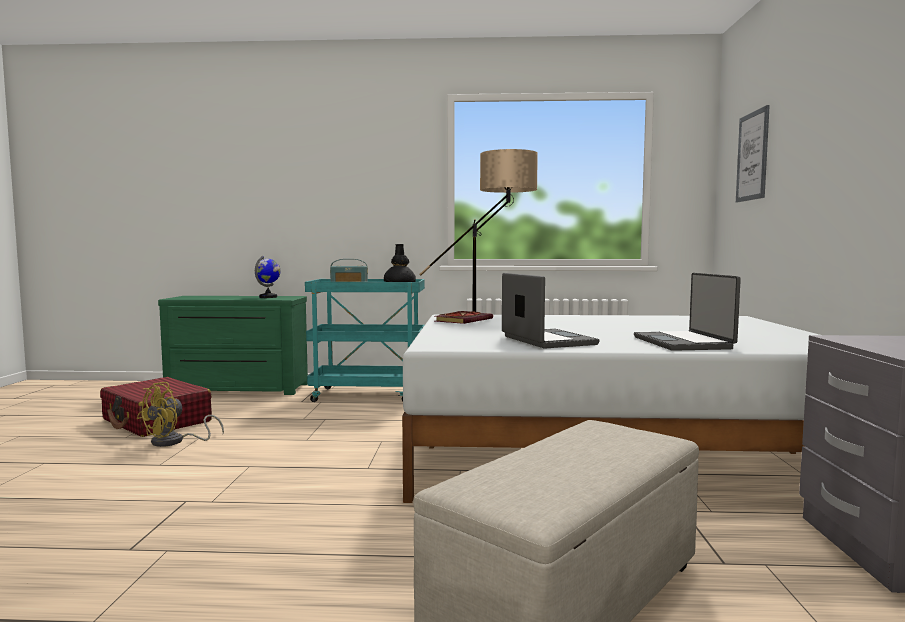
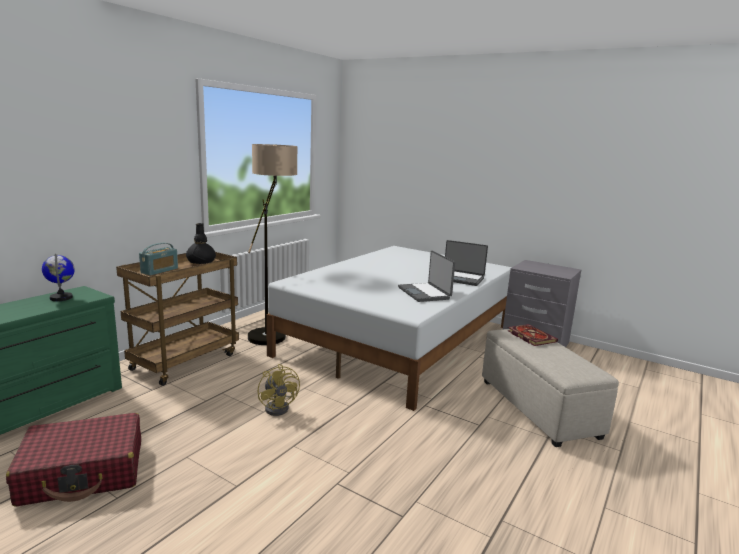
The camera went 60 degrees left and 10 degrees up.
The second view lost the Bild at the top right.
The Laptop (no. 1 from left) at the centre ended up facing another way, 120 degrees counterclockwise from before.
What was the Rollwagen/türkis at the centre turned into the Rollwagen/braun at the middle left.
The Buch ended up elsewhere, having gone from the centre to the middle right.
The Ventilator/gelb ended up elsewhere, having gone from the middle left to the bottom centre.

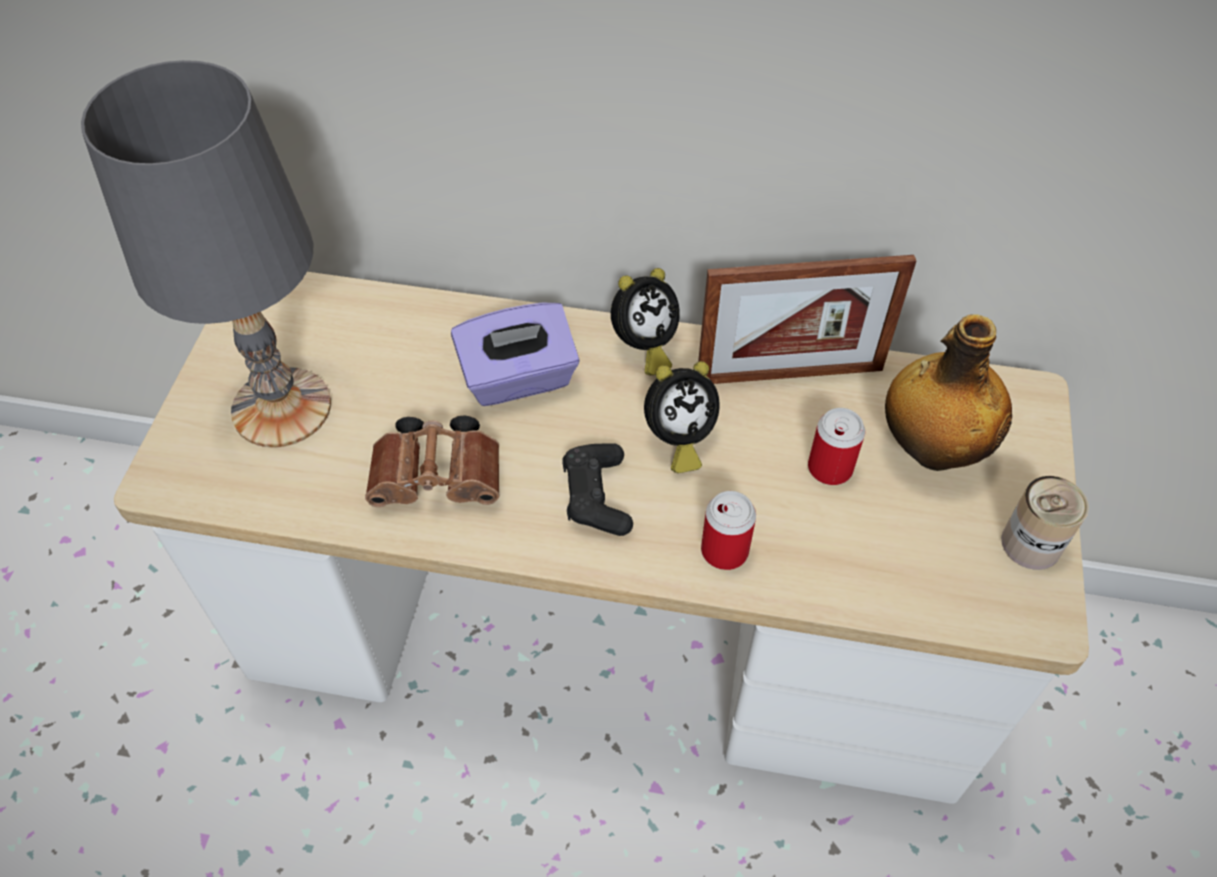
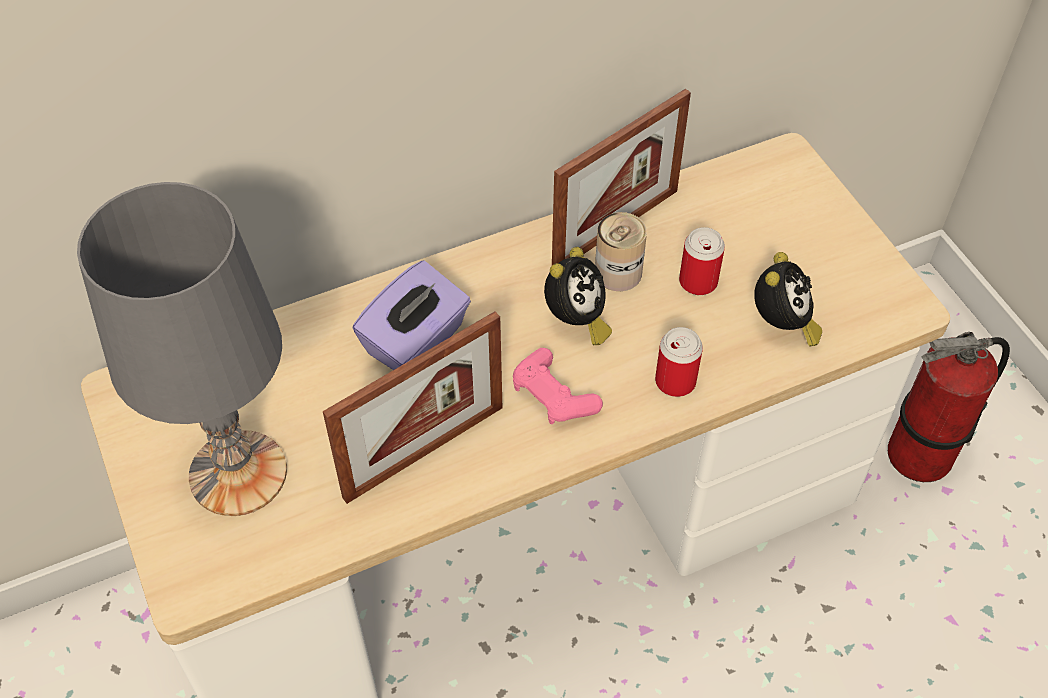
The camera went 35 degrees left and 0 degrees up.
The Wecker (no. 1 from left in the first image) ended up elsewhere, having gone from the centre to the middle right.
The second view lost the Flasche at the middle right.
Where the Fernglas/braun stood at the centre, the Bilderrahmen (no. 1 from left) came to stand at the centre.
What was the Gamepad/schwarz at the centre turned into the Gamepad/rosa at the centre.
The Dose (no. 3 from left in the first image) ended up elsewhere, having gone from the middle right to the centre.
The second view gained the Feuerlöscher at the middle right.

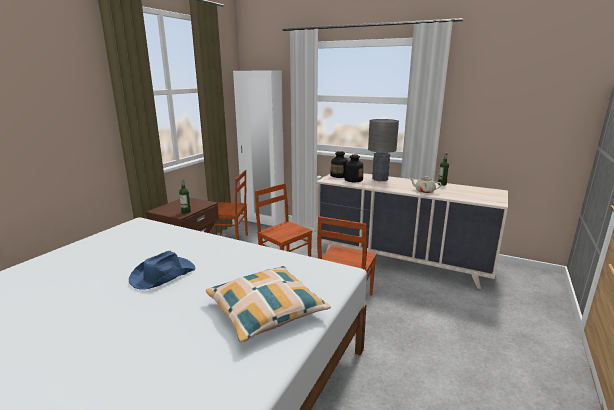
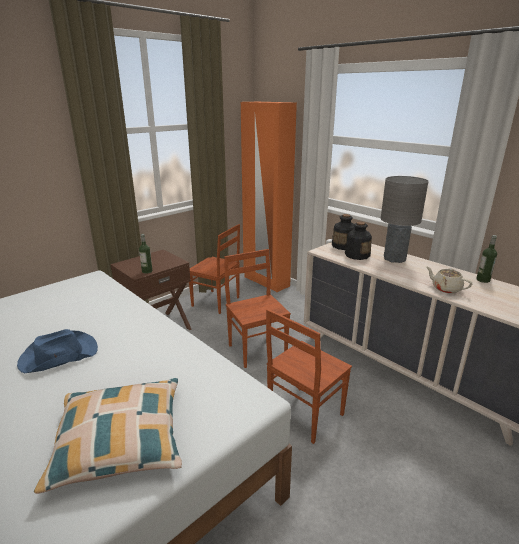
The camera went 20 degrees right and 5 degrees up.
What was the Kleiderschrank/weiß at the centre turned into the Kleiderschrank/orange at the centre.

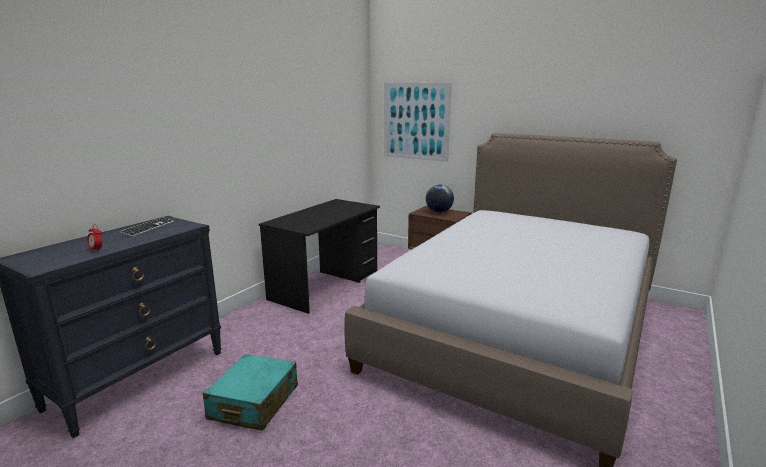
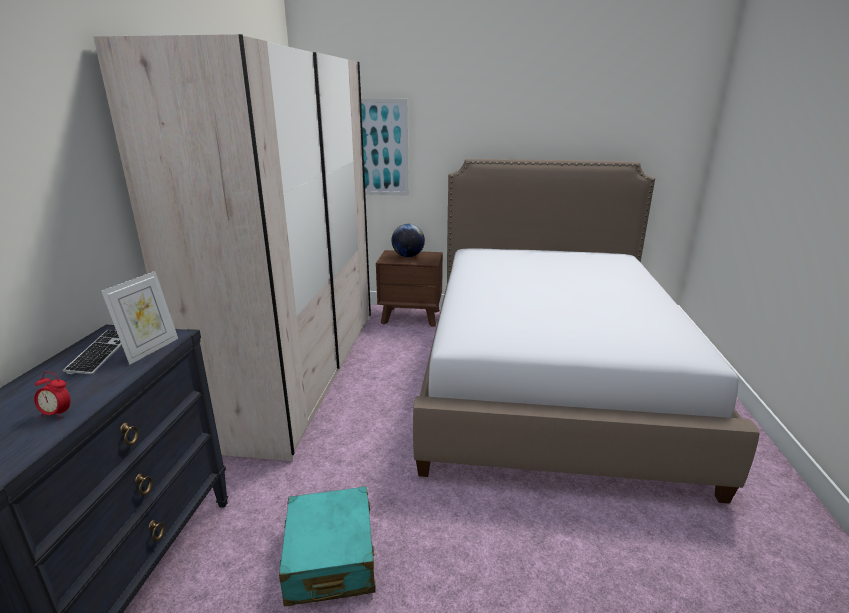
The camera went 25 degrees left and 5 degrees up.
Where the Schreibtisch/schwarz stood at the centre, the Kleiderschrank/beige came to stand at the middle left.
The second view gained the Bilderrahmen at the middle left.

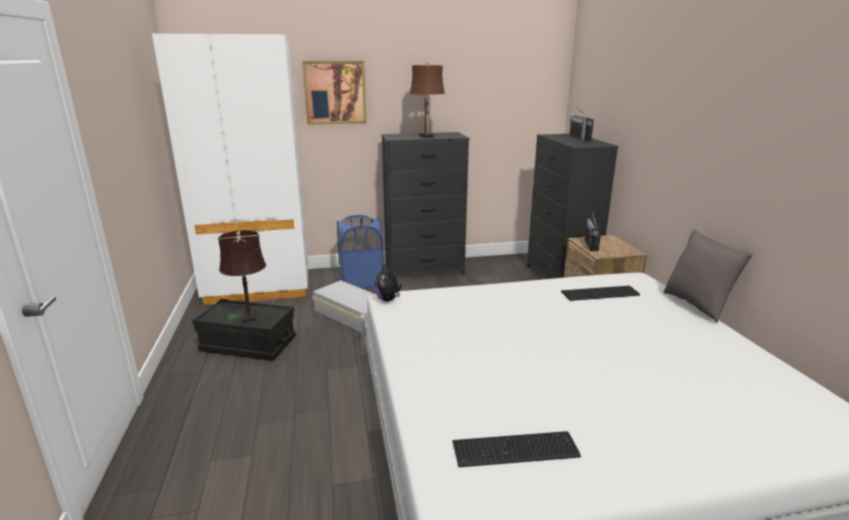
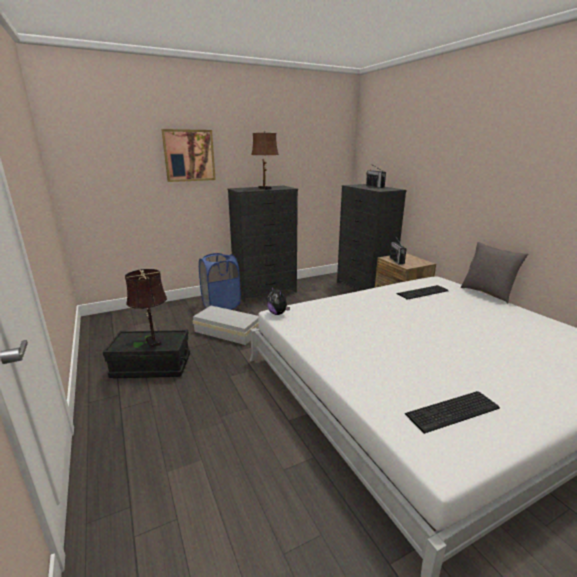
The camera went 15 degrees left and 0 degrees up.
The second view lost the Kleiderschrank/weiß at the top left.

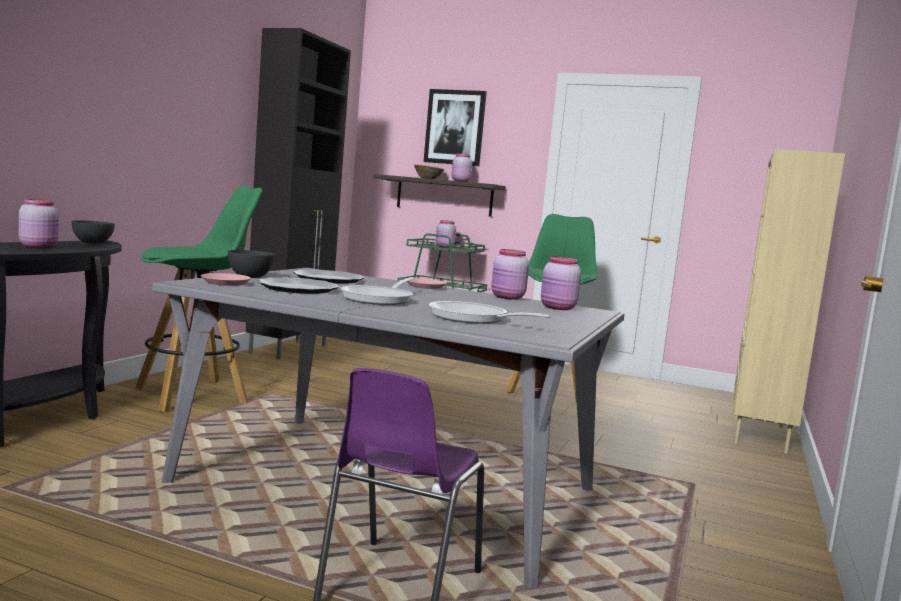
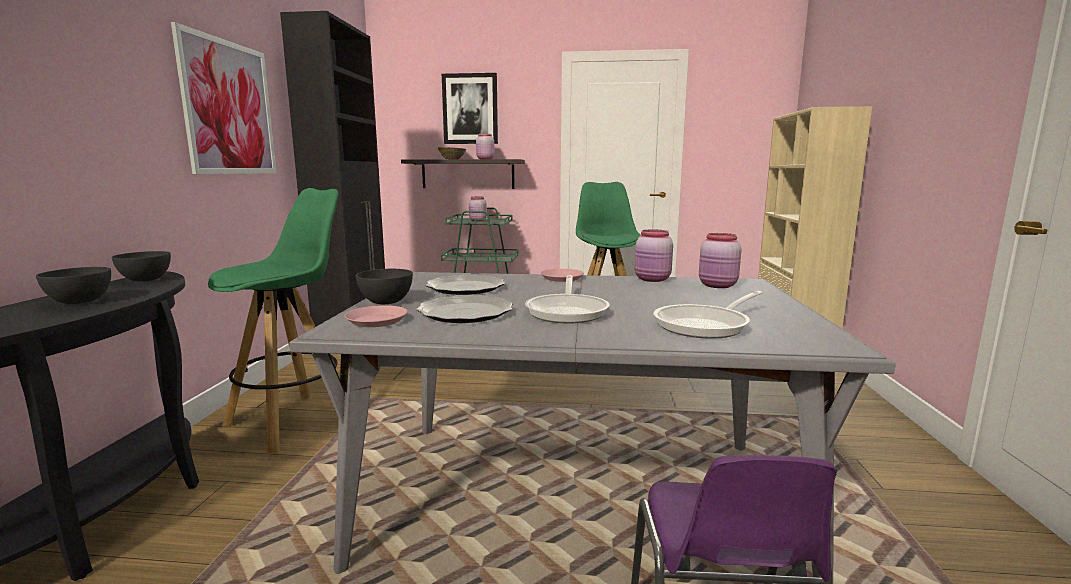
The camera went 15 degrees left and 5 degrees up.
Where the Vorratsglas/rosa (no. 1 from left) stood at the middle left, the Schüssel/grau (no. 1 from left) came to stand at the middle left.
The Pfanne (no. 2 from left) at the centre ended up facing another way, 60 degrees counterclockwise from before.
The second view gained the Bild (no. 1 from left) at the top left.

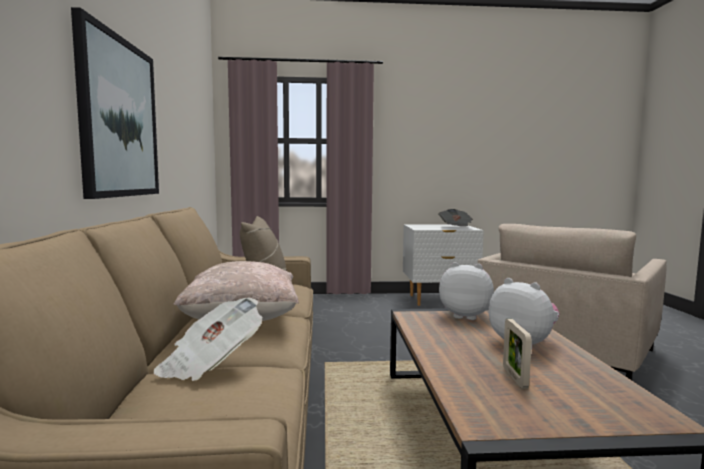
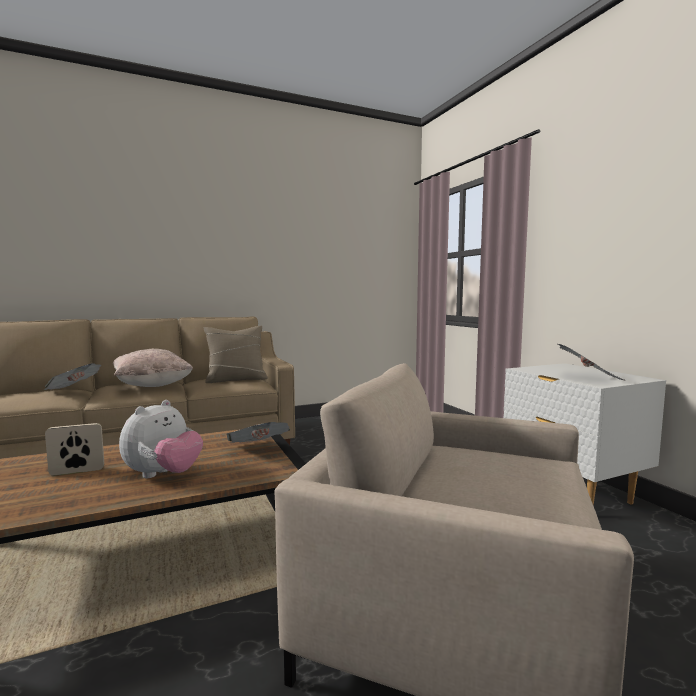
The camera went 70 degrees right and 0 degrees up.
The second view lost the Bild at the top left.
Where the Plüschtier (no. 1 from left) stood at the centre, the Zeitung (no. 2 from left) came to stand at the centre.

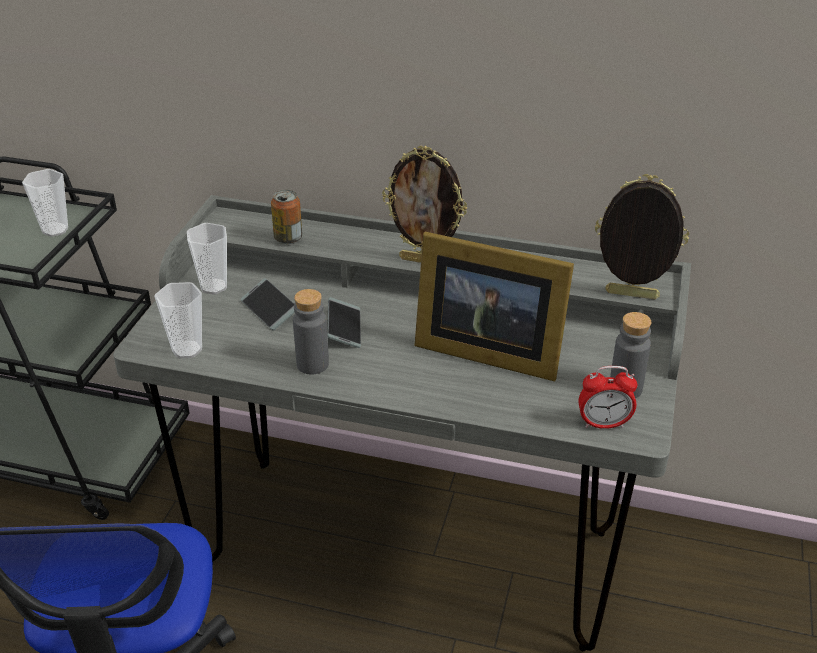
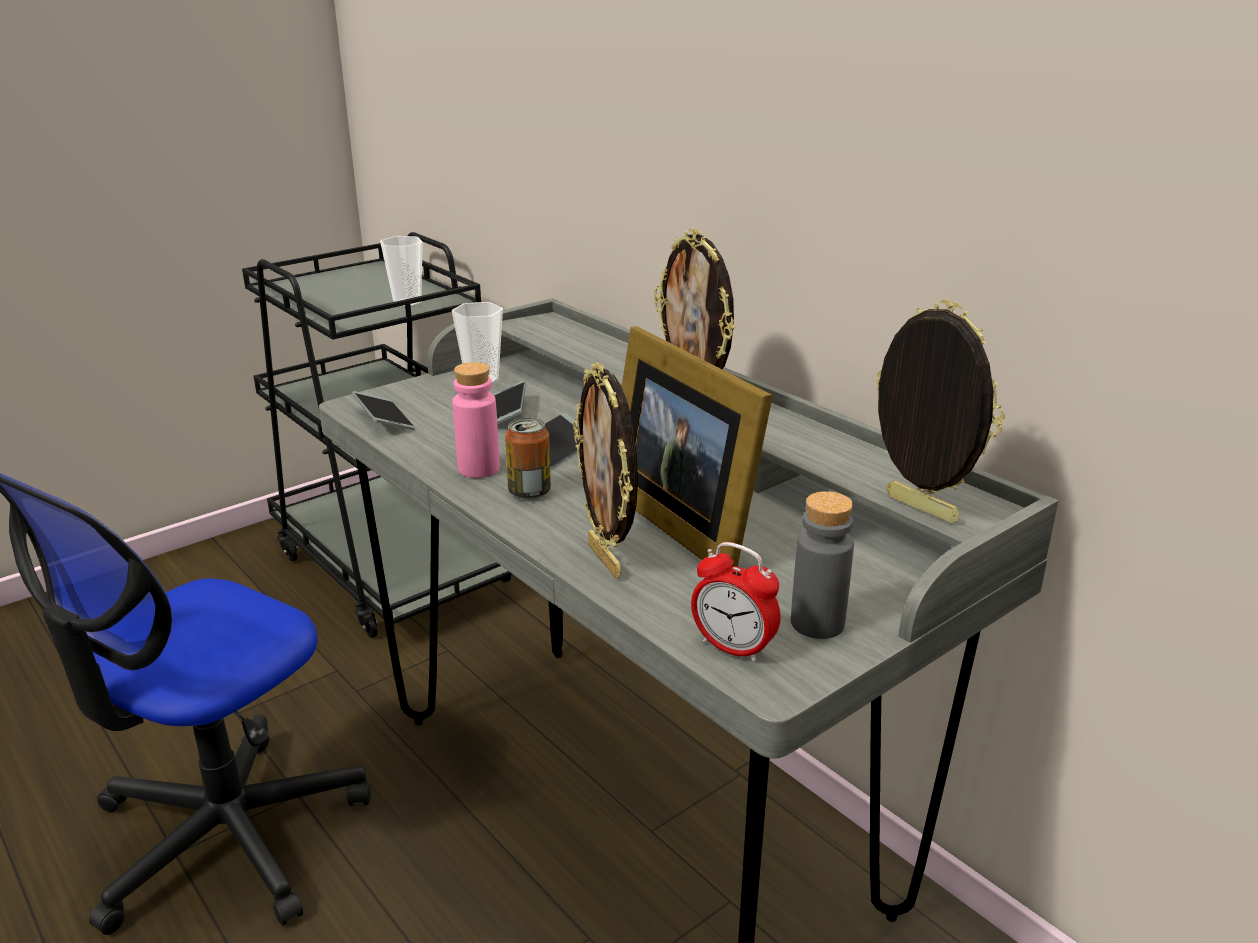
The camera went 35 degrees right and 10 degrees down.
The Dose ended up elsewhere, having gone from the top centre to the centre.
Where the Tasse (no. 2 from left) stood at the middle left, the Handy (no. 1 from left) came to stand at the middle left.
What was the Flasche/grau (no. 1 from left) at the centre turned into the Flasche/rosa at the centre.
The second view gained the Bilderrahmen (no. 1 from left) at the centre.

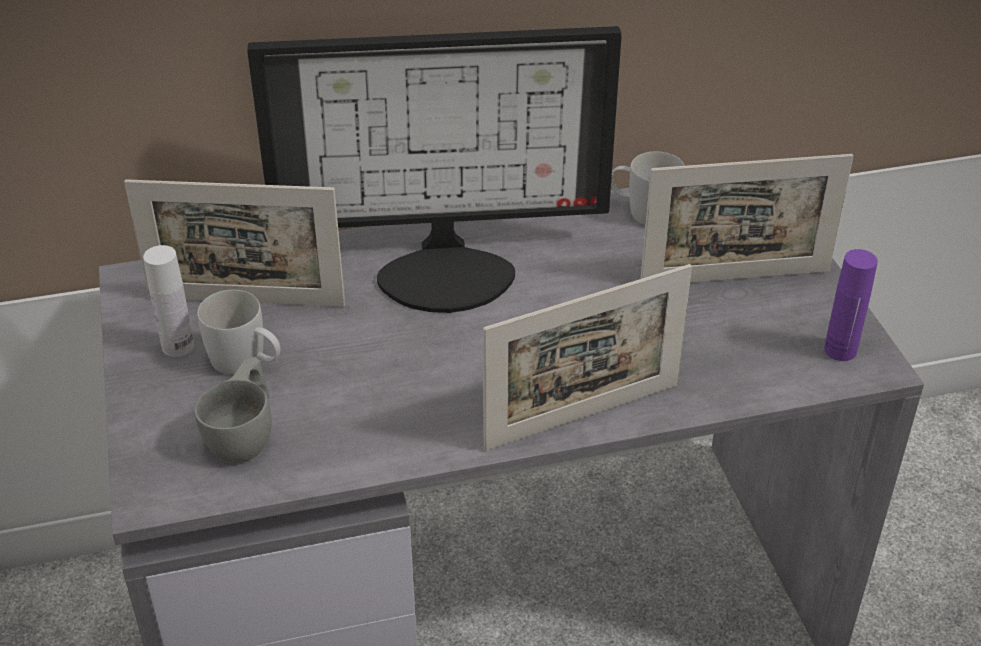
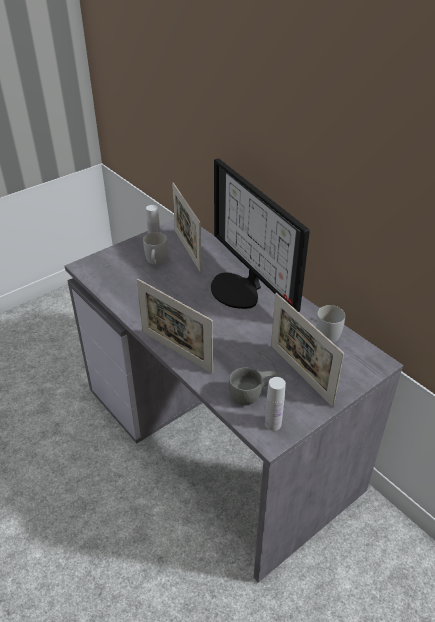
The camera went 65 degrees right and 0 degrees up.
What was the Flasche/lila at the middle right turned into the Flasche/weiß (no. 2 from left) at the centre.
The Tasse/grau ended up elsewhere, having gone from the middle left to the centre.

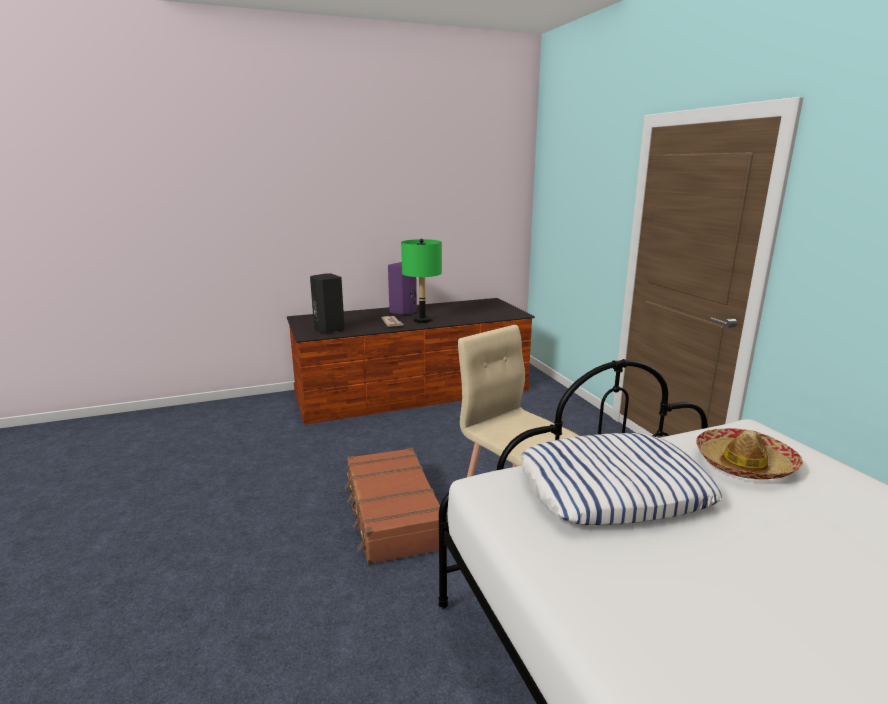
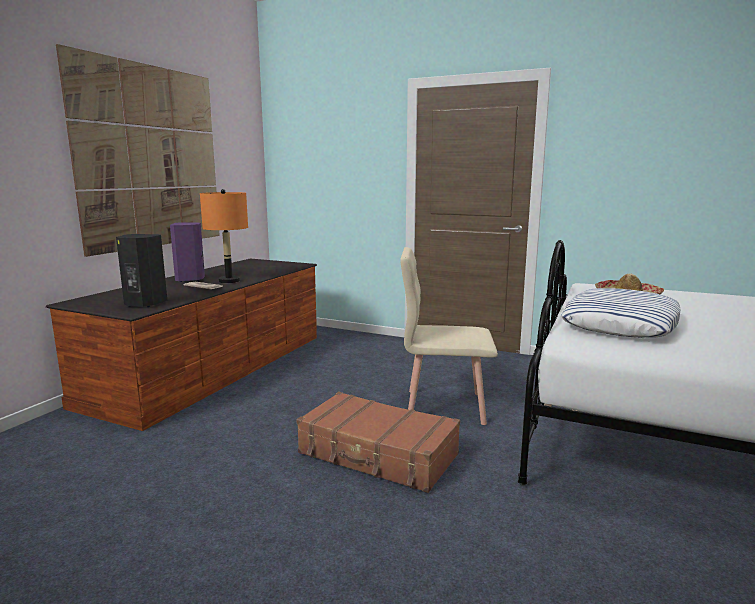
The camera went 45 degrees left and 5 degrees down.
What was the Tischlampe/grün at the centre turned into the Tischlampe/orange at the middle left.
The second view gained the Bild at the top left.

